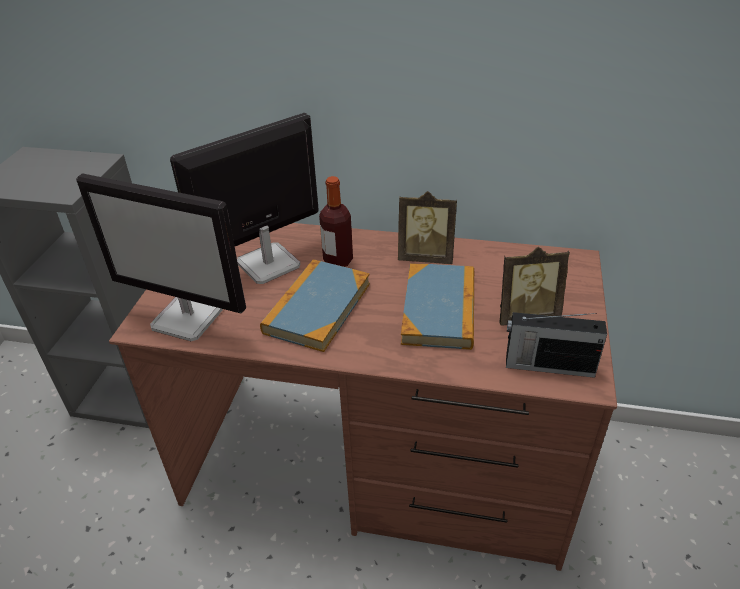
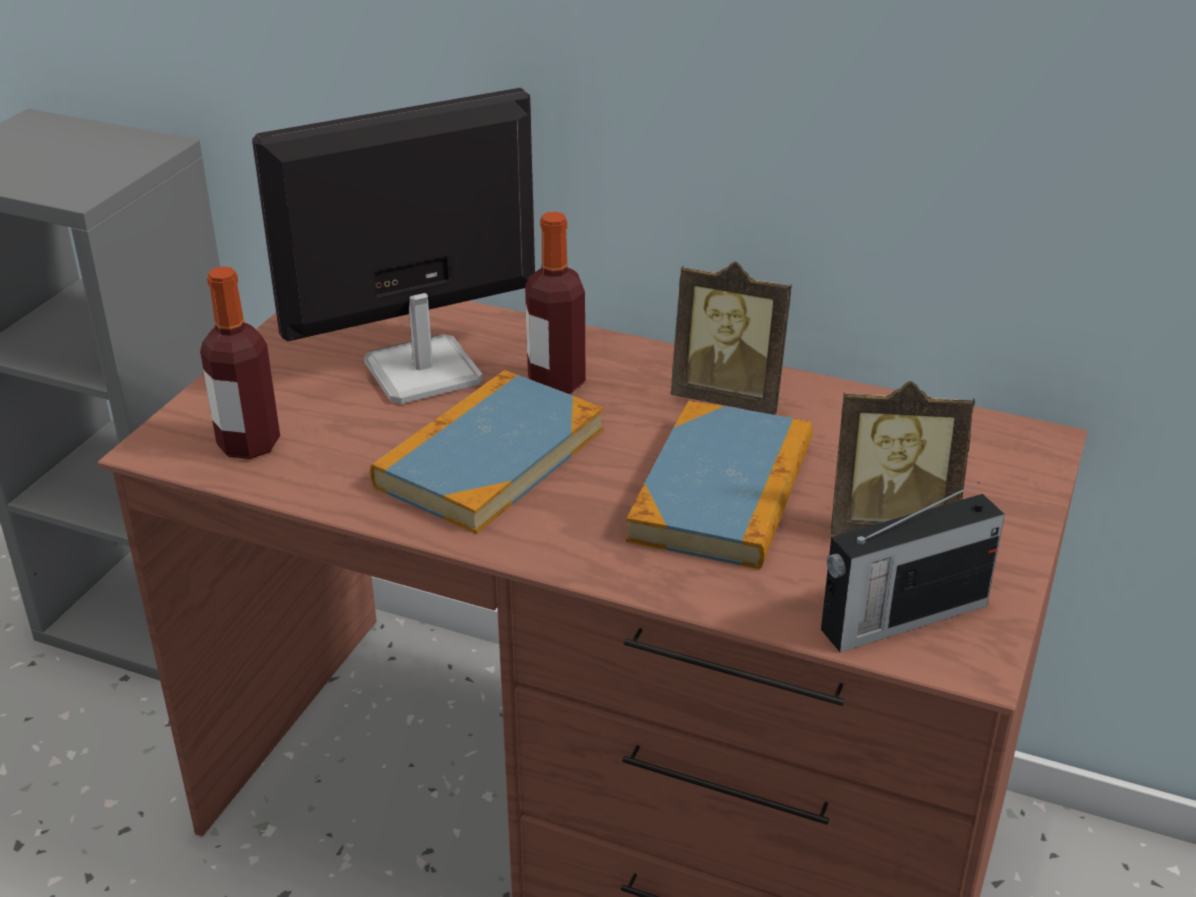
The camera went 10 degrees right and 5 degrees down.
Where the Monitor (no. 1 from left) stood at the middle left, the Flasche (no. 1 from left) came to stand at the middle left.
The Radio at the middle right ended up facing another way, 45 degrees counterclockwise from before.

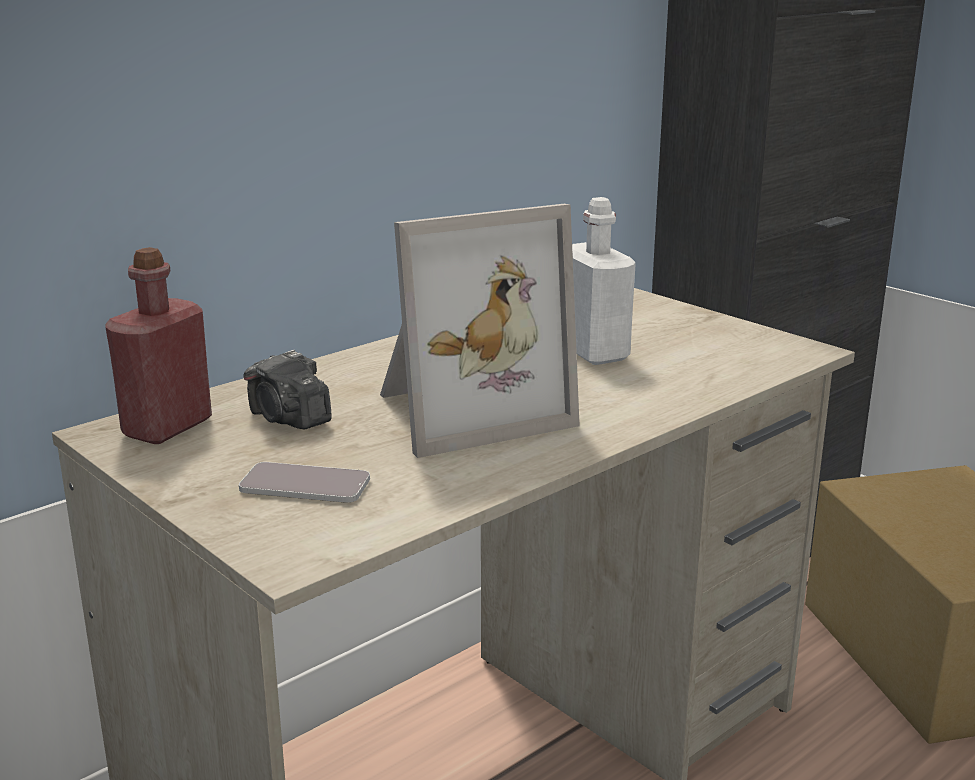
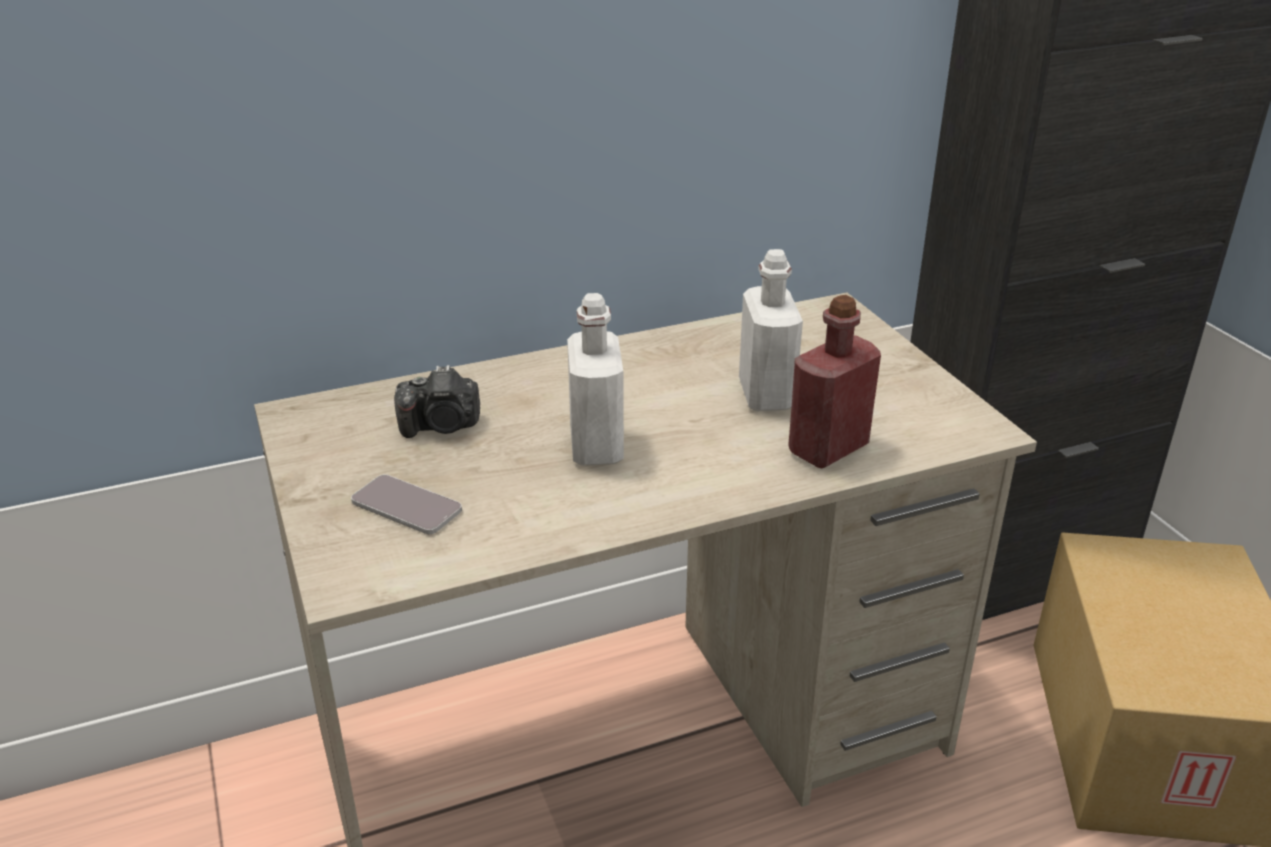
The camera went 20 degrees right and 10 degrees up.
Where the Bilderrahmen stood at the centre, the Flasche/weiß (no. 1 from left) came to stand at the centre.
The Flasche/rot ended up elsewhere, having gone from the middle left to the centre.
The Kamera at the middle left ended up facing another way, 75 degrees counterclockwise from before.

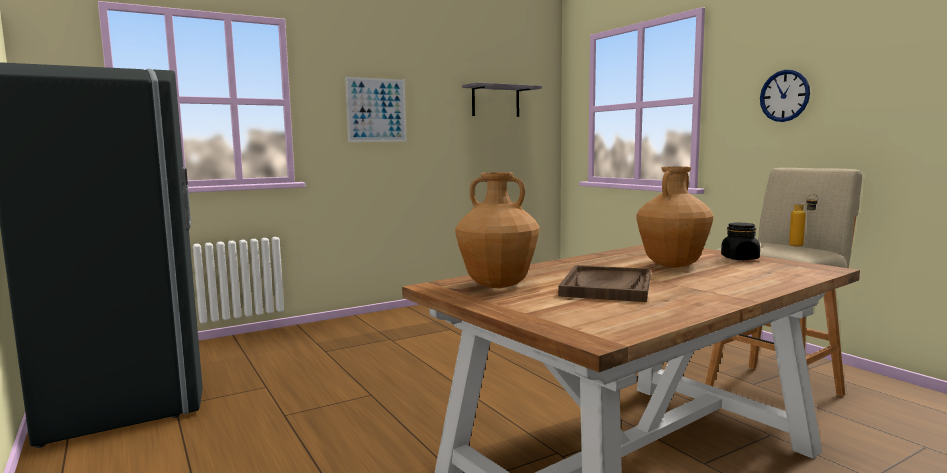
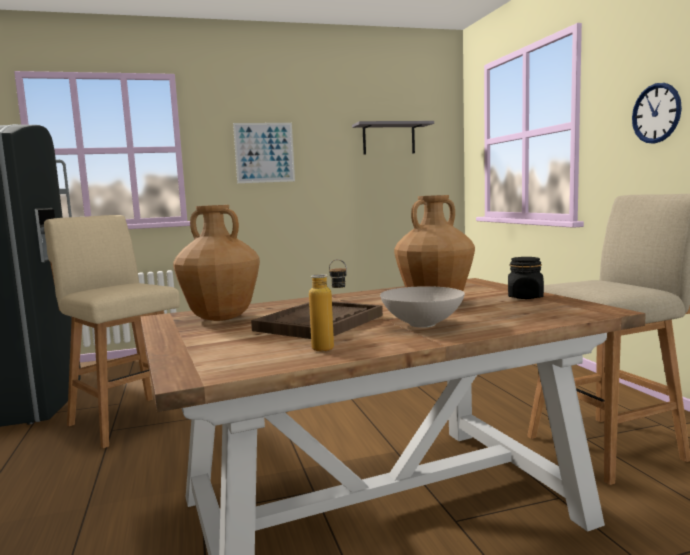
The camera went 15 degrees right and 0 degrees up.
The Flasche ended up elsewhere, having gone from the middle right to the centre.
The second view gained the Hocker/beige (no. 1 from left) at the middle left.
The second view gained the Schüssel/weiß at the centre.

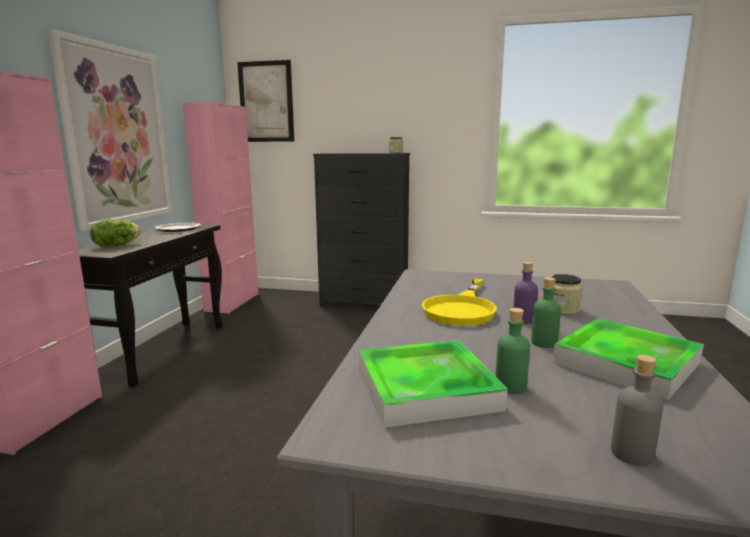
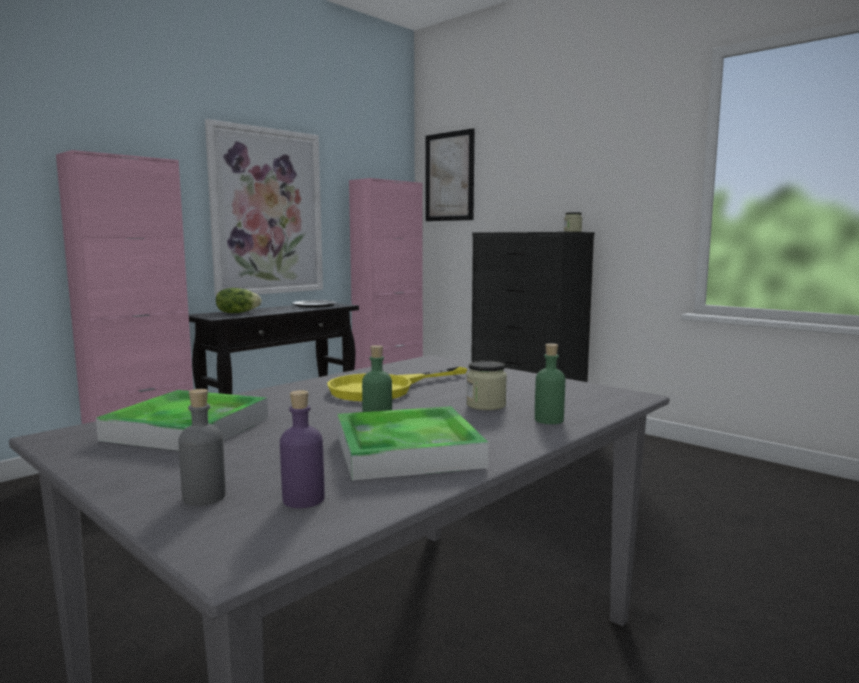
The camera went 30 degrees right and 5 degrees down.
The Flasche/lila ended up elsewhere, having gone from the middle right to the centre.
The Flasche/grün (no. 1 from left in the first image) ended up elsewhere, having gone from the middle right to the centre.

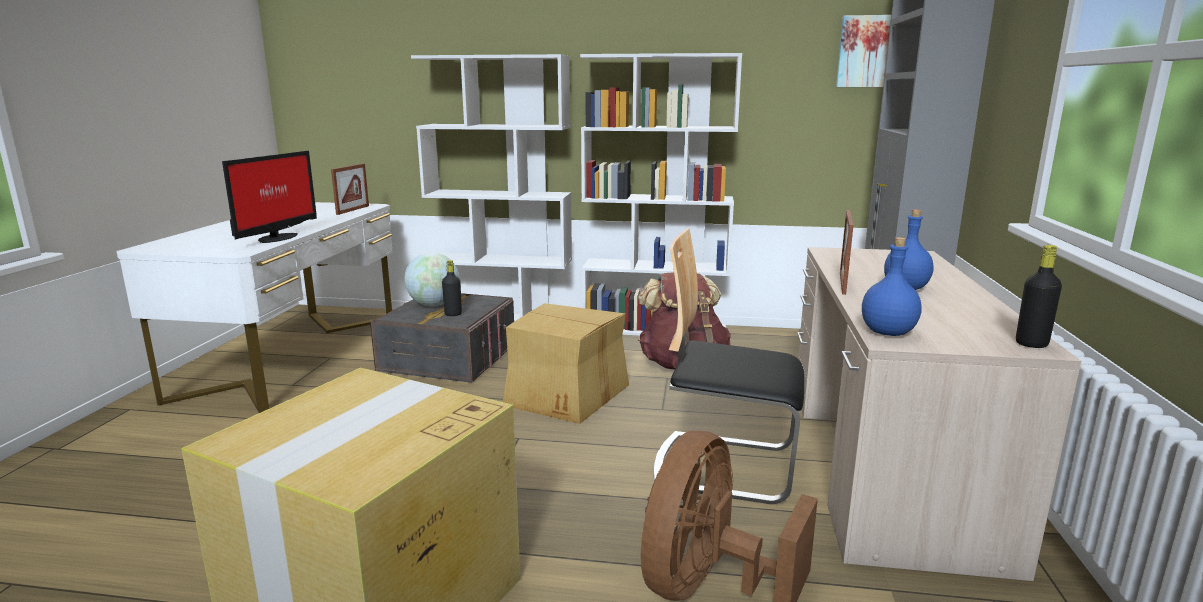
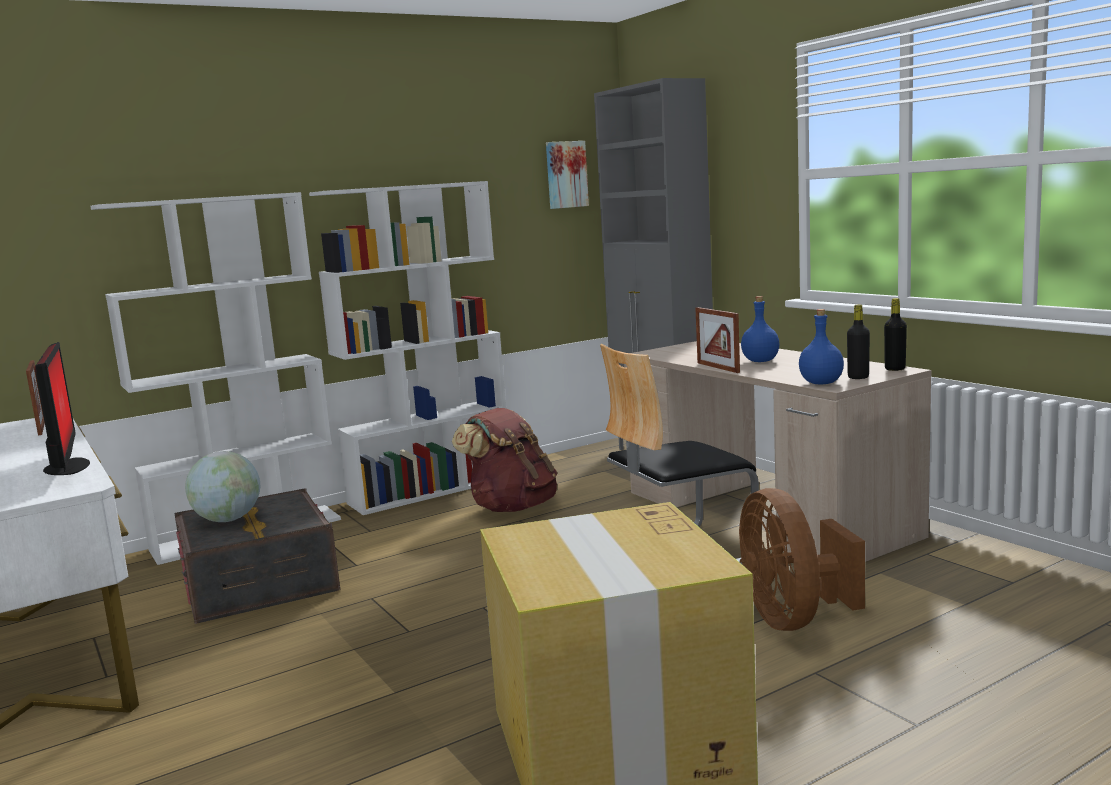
The camera went 40 degrees left and 5 degrees down.
The Flasche/schwarz (no. 1 from left) ended up elsewhere, having gone from the centre to the middle right.
The second view lost the Karton (no. 2 from left) at the centre.

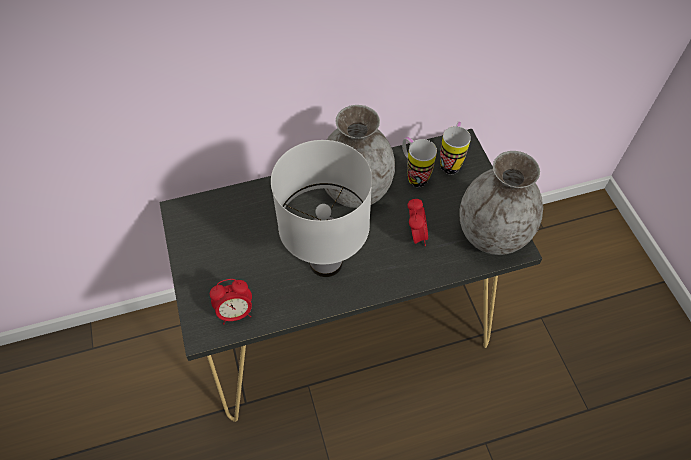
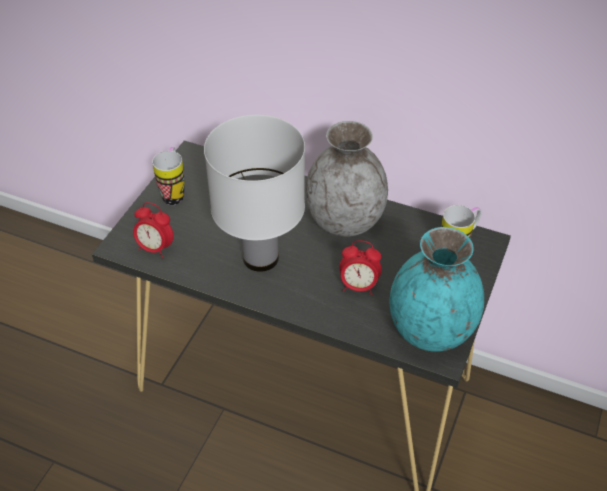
The camera went 40 degrees right and 10 degrees down.
The Henkelbecher (no. 1 from left) ended up elsewhere, having gone from the centre to the middle left.
What was the Vase/grau (no. 2 from left) at the middle right turned into the Vase/türkis at the middle right.
The Wecker (no. 2 from left) at the centre ended up facing another way, 60 degrees clockwise from before.

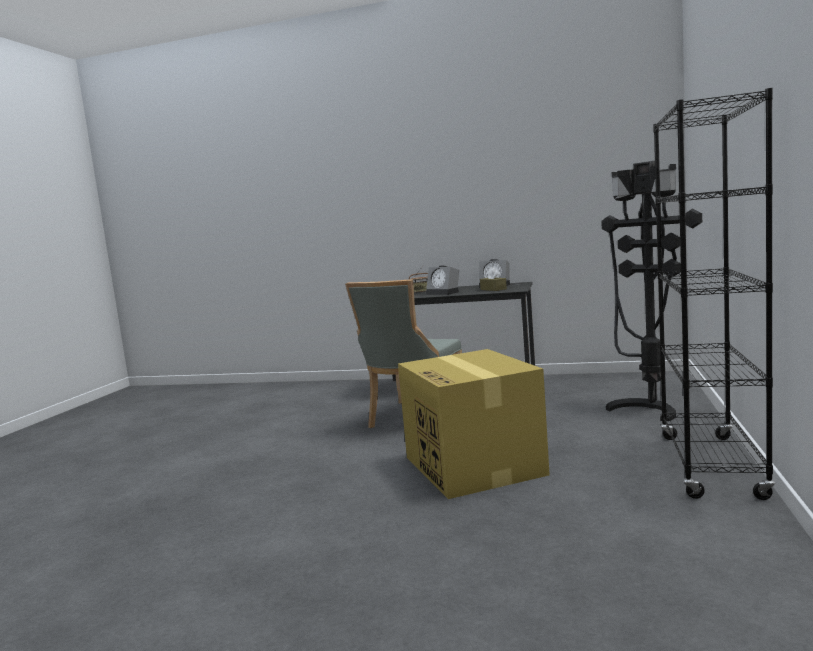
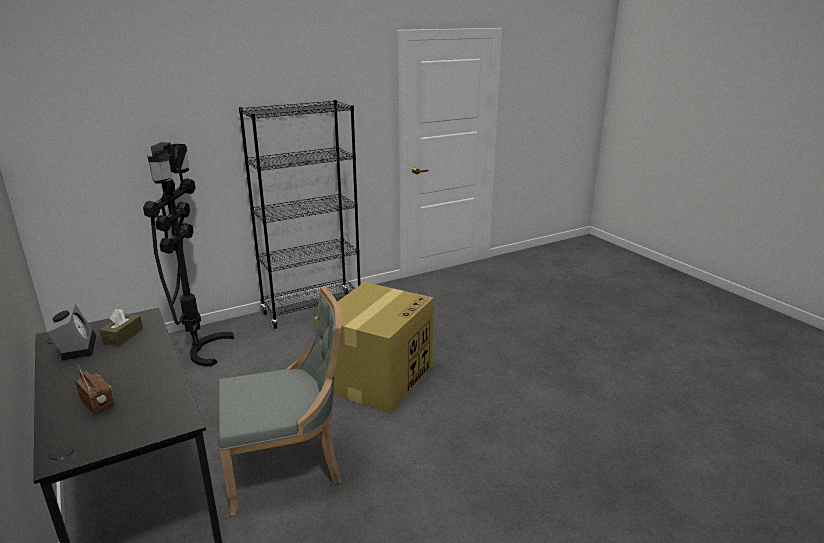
The camera went 135 degrees left and 15 degrees up.
The second view lost the Wecker (no. 1 from left) at the centre.

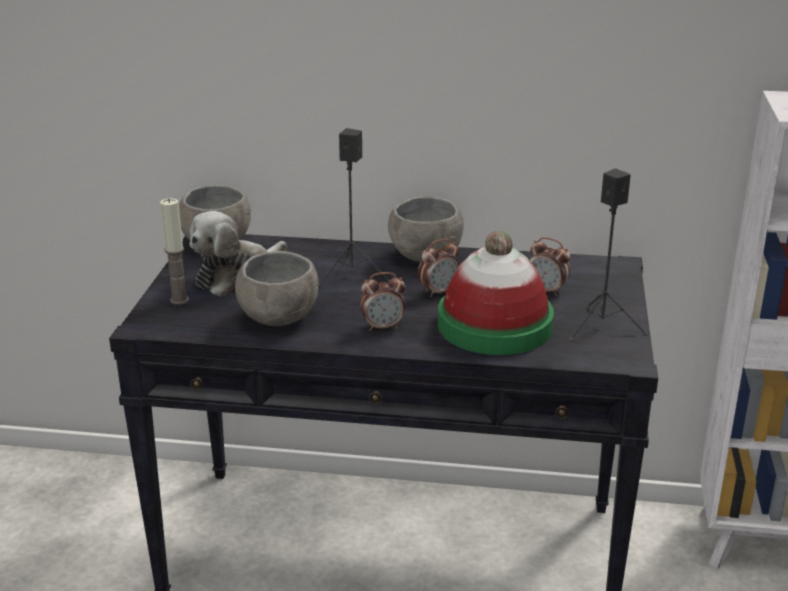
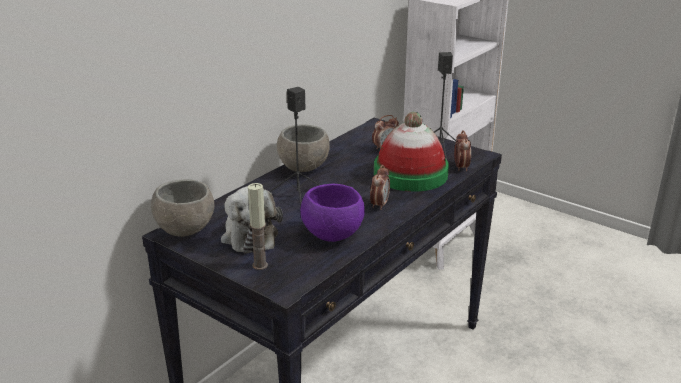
The camera went 60 degrees left and 0 degrees up.
The Wecker (no. 2 from left in the first image) ended up elsewhere, having gone from the centre to the middle right.
What was the Schüssel/grau (no. 2 from left) at the centre turned into the Schüssel/lila at the centre.

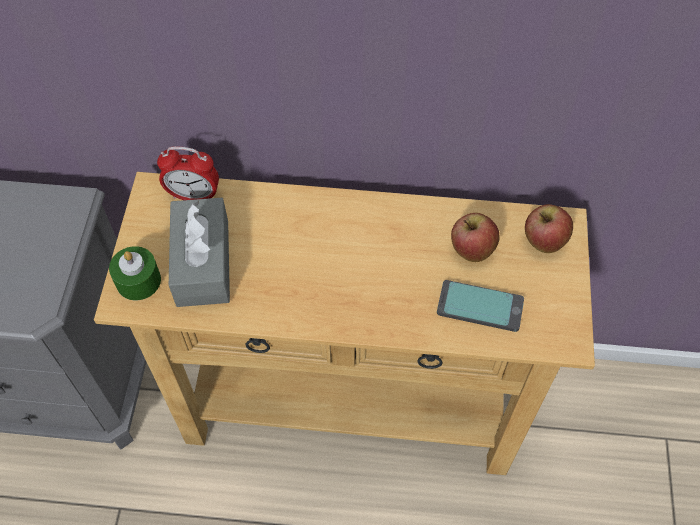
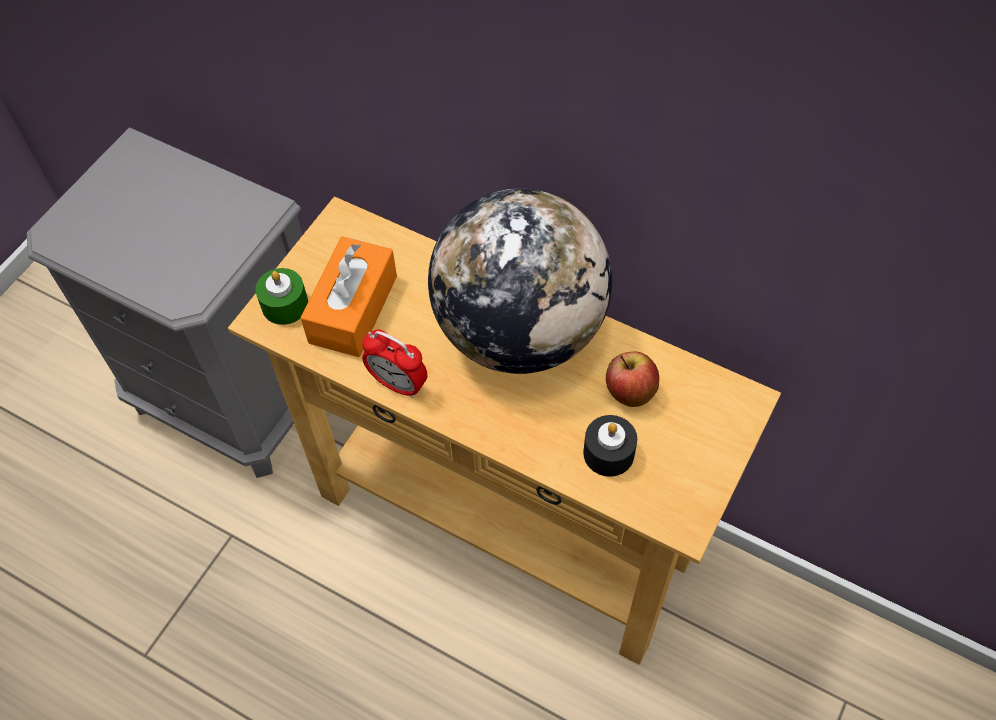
The camera went 25 degrees right and 0 degrees up.
The Wecker ended up elsewhere, having gone from the top left to the centre.
What was the Taschentuchbox/grau at the middle left turned into the Taschentuchbox/orange at the centre.
The second view lost the Apfel (no. 2 from left) at the middle right.
Where the Handy stood at the middle right, the Kerze/schwarz came to stand at the centre.
The second view gained the Globus at the centre.

